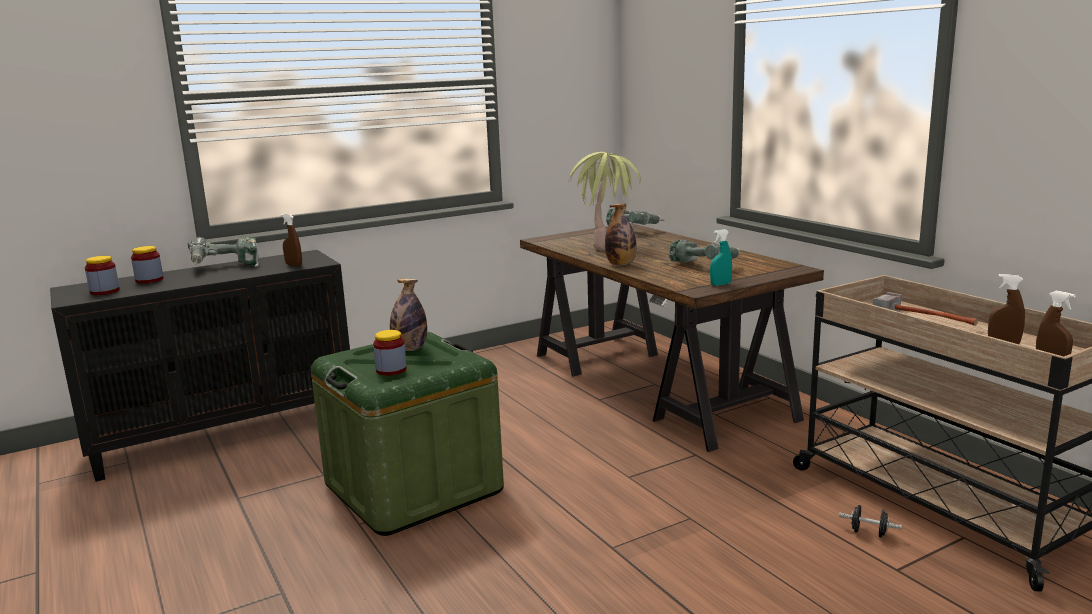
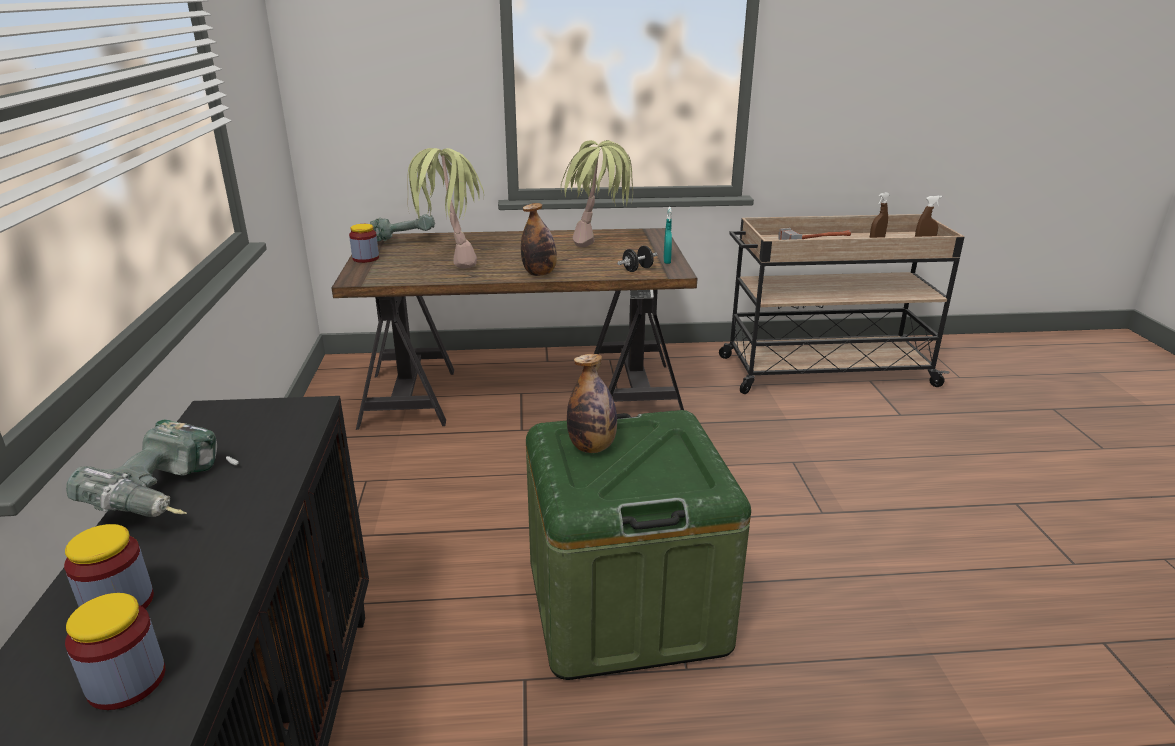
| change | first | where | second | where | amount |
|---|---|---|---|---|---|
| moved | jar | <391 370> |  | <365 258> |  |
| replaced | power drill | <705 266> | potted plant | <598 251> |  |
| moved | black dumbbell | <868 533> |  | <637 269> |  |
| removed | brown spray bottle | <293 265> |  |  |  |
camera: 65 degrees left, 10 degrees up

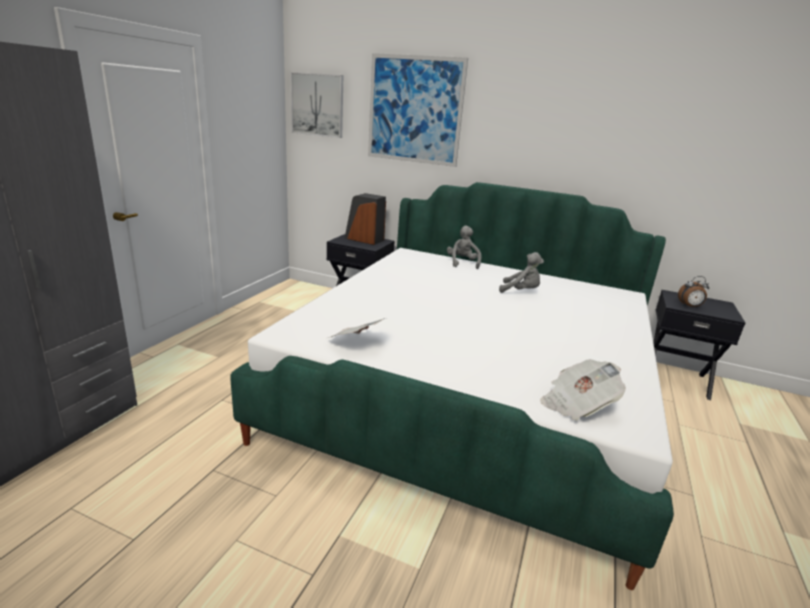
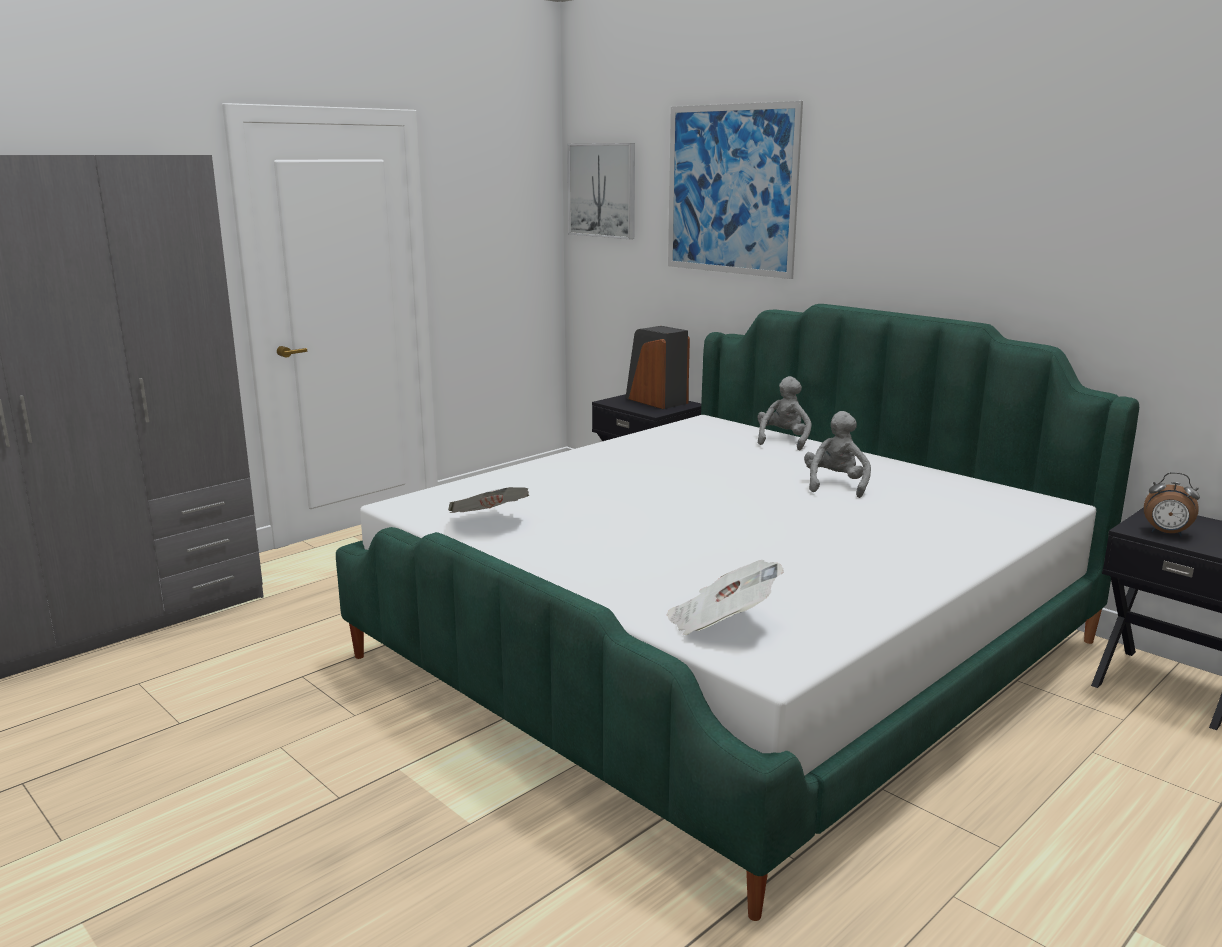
| change | first | where | second | where | amount |
|---|---|---|---|---|---|
| turned | grey plush toy | <521 291> |  | <835 485> | 120 degrees counterclockwise |
camera: 25 degrees right, 5 degrees down

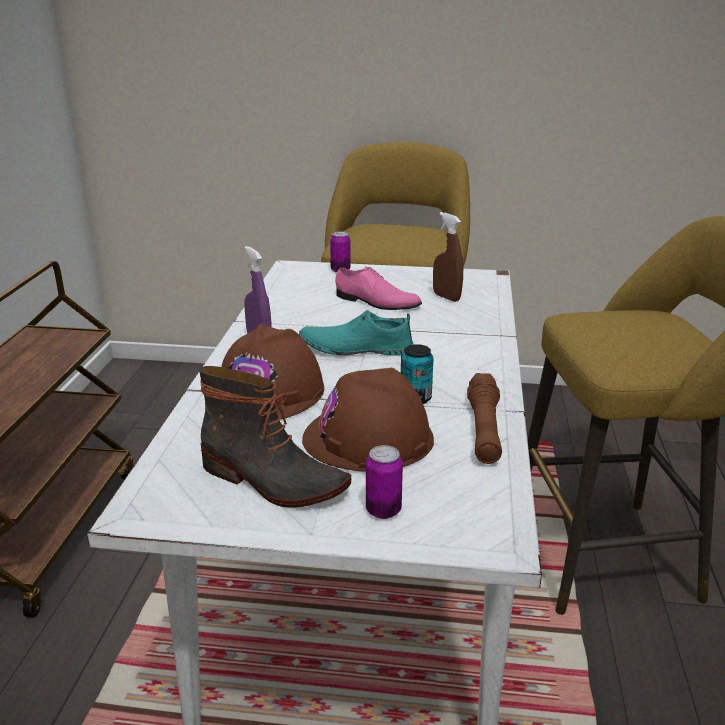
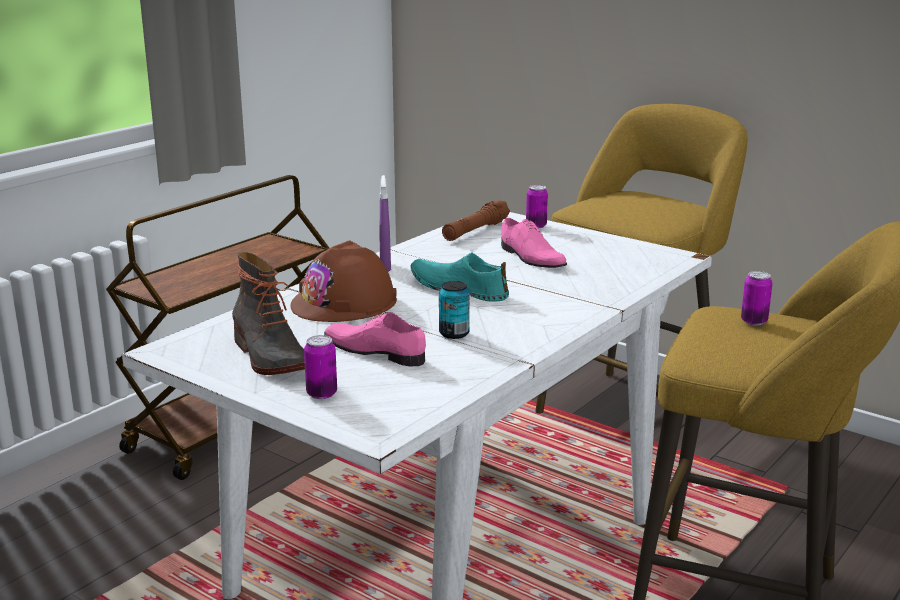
| change | first | where | second | where | amount |
|---|---|---|---|---|---|
| replaced | brown hard hat | <368 438> | pink shoe | <375 350> |  |
| moved | brown flashlight | <484 429> |  | <475 231> |  |
| added |  |  | can | <754 321> |  |
| removed | brown spray bottle | <446 297> |  |  |  |
camera: 30 degrees right, 5 degrees down

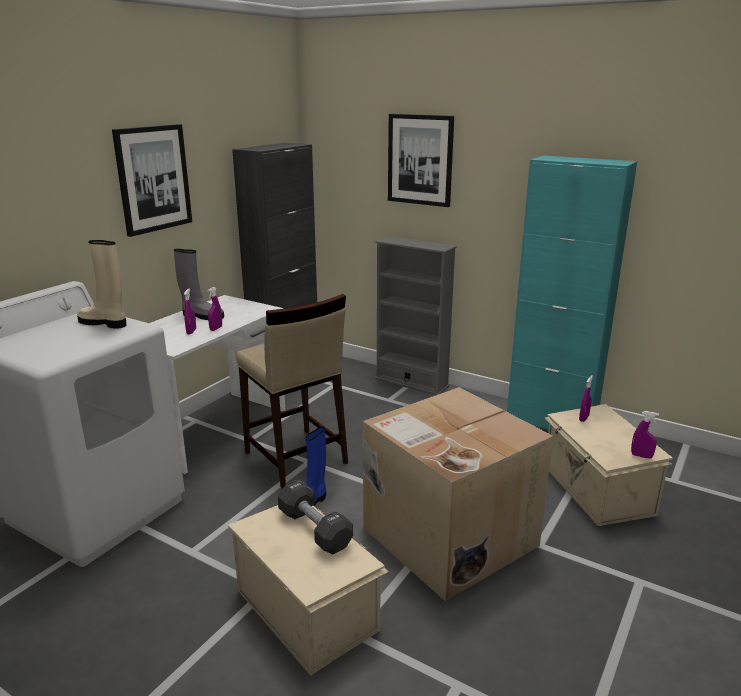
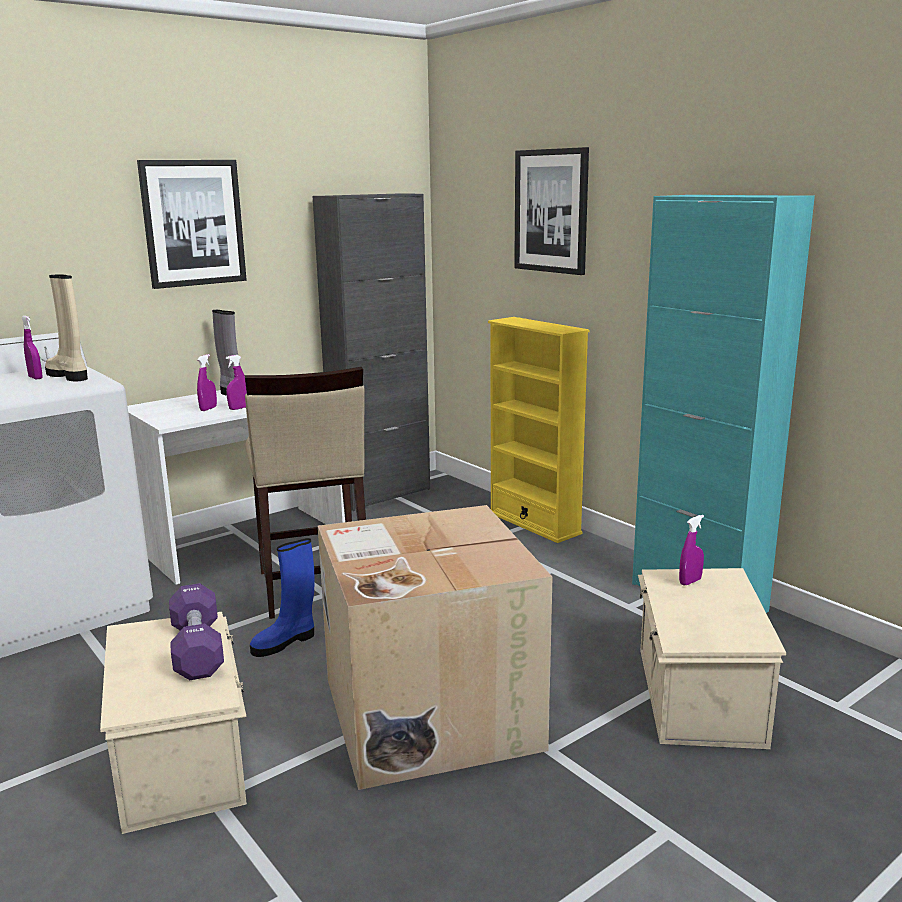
| change | first | where | second | where | amount |
|---|---|---|---|---|---|
| moved | purple spray bottle | <641 456> |  | <35 378> |  |
| recoloured | black dumbbell | <314 529> | purple dumbbell | <197 649> |  |
| recoloured | grey bookcase | <411 382> | yellow bookcase | <534 523> |  |
camera: 20 degrees right, 5 degrees down

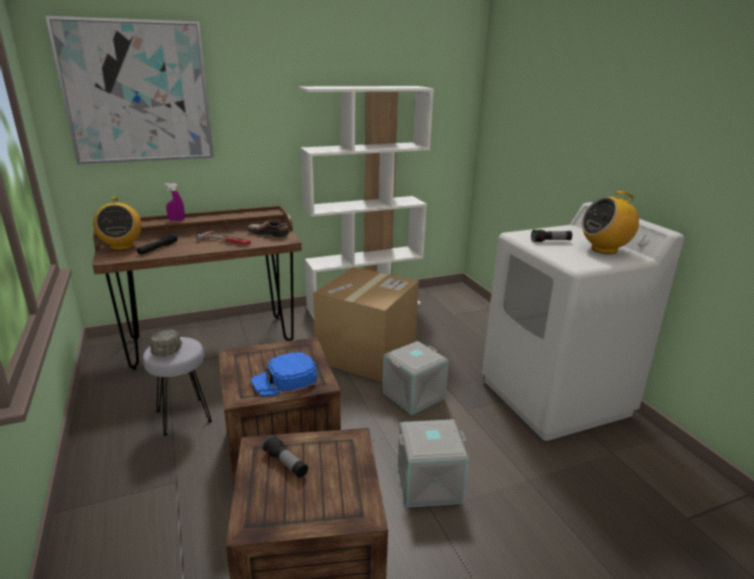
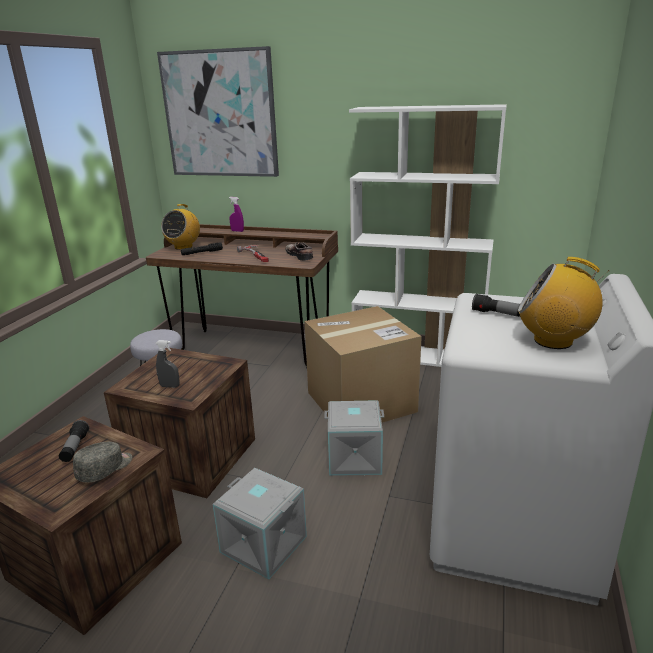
| change | first | where | second | where | amount |
|---|---|---|---|---|---|
| moved | grey cap | <168 349> |  | <105 469> |  |
| replaced | blue cap | <284 380> | grey spray bottle | <170 386> |  |
camera: 40 degrees right, 0 degrees up

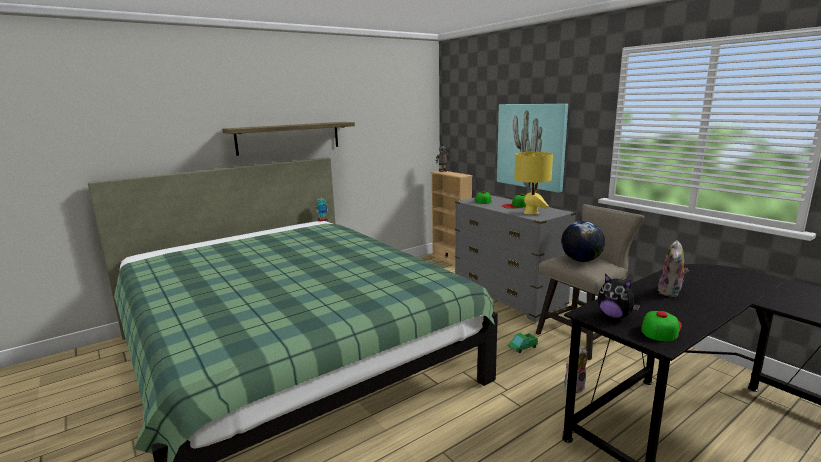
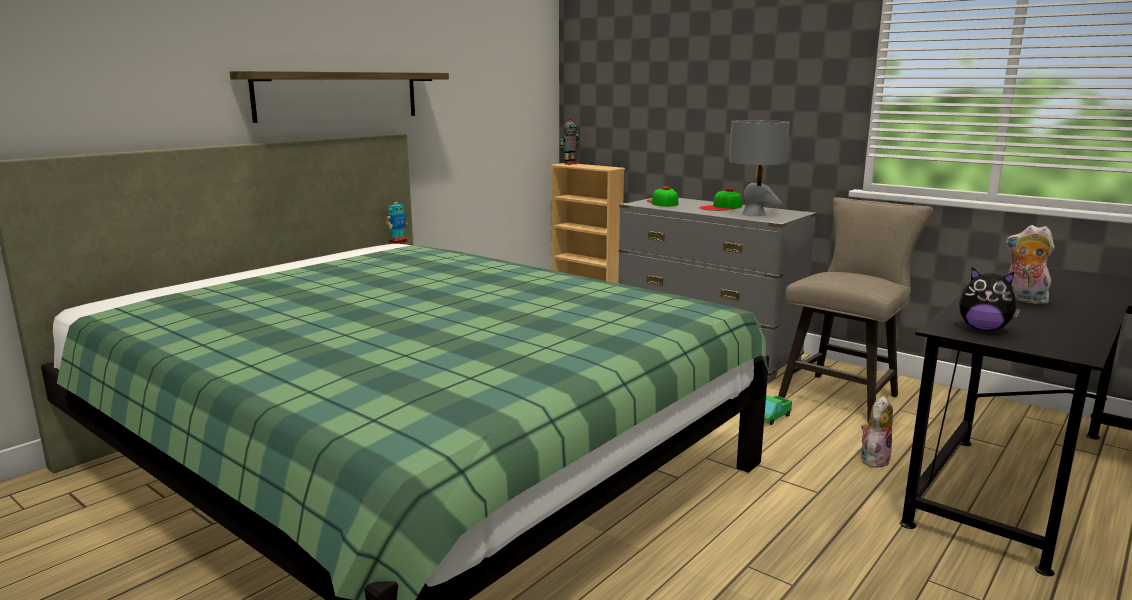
| change | first | where | second | where | amount |
|---|---|---|---|---|---|
| recoloured | yellow table lamp | <531 212> | grey table lamp | <753 214> |  |
| turned | plush toy | <671 292> |  | <1023 300> | 120 degrees clockwise |
| removed | picture | <531 146> |  |  |  |
| removed | globe | <581 260> |  |  |  |
| removed | cap | <660 327> |  |  |  |
camera: 15 degrees left, 0 degrees up

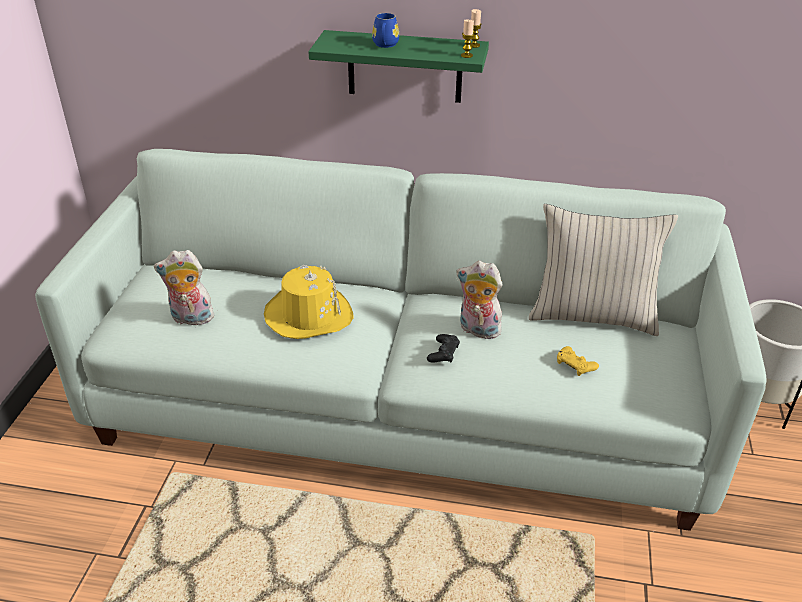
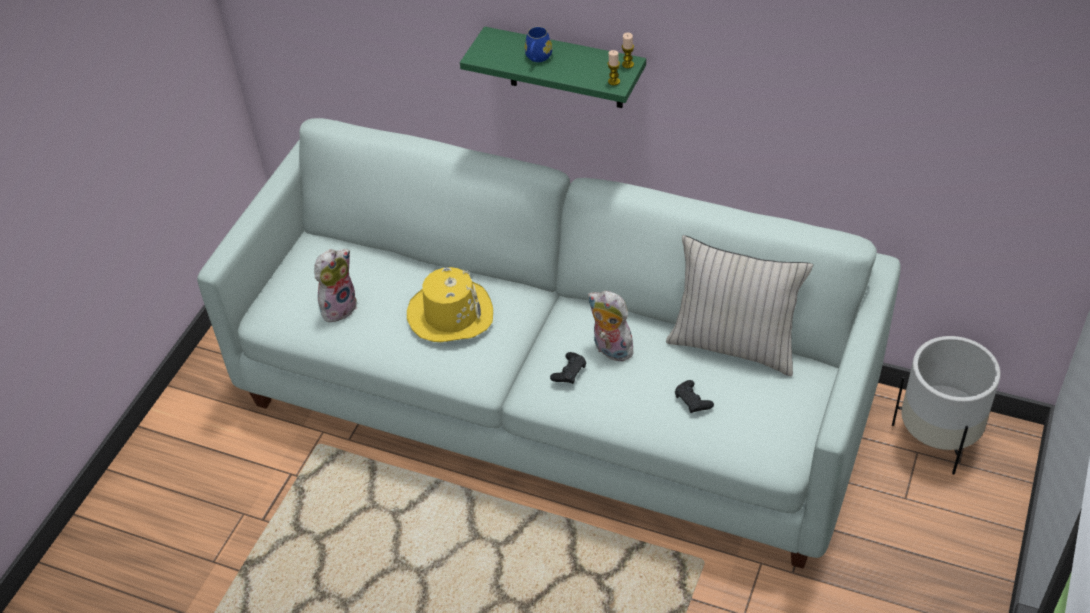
| change | first | where | second | where | amount |
|---|---|---|---|---|---|
| turned | plush toy | <190 319> |  | <338 306> | 120 degrees clockwise |
| recoloured | yellow game controller | <575 365> | black game controller | <692 400> |  |
camera: 15 degrees right, 10 degrees up

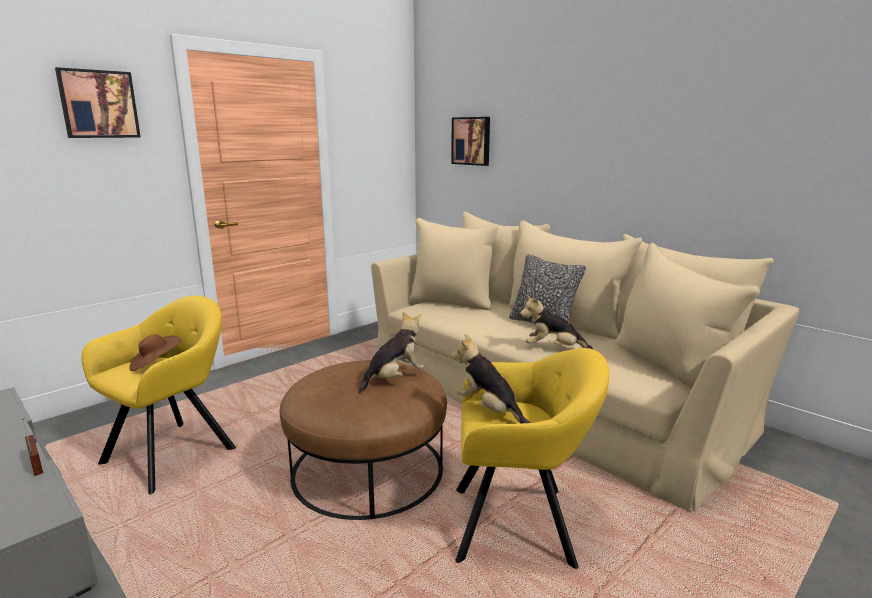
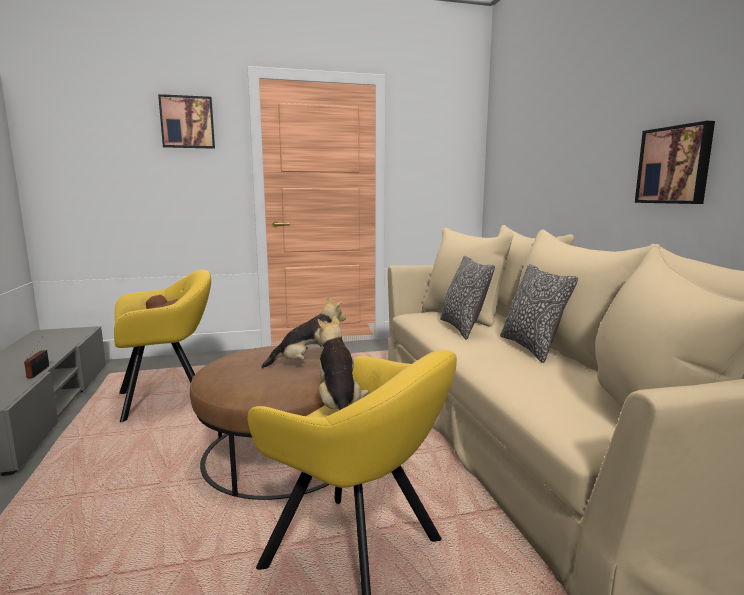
| change | first | where | second | where | amount |
|---|---|---|---|---|---|
| added |  |  | pillow | <463 328> |  |
| moved | picture | <471 141> |  | <675 165> |  |
| removed | plush toy | <553 348> |  |  |  |
camera: 30 degrees right, 5 degrees down

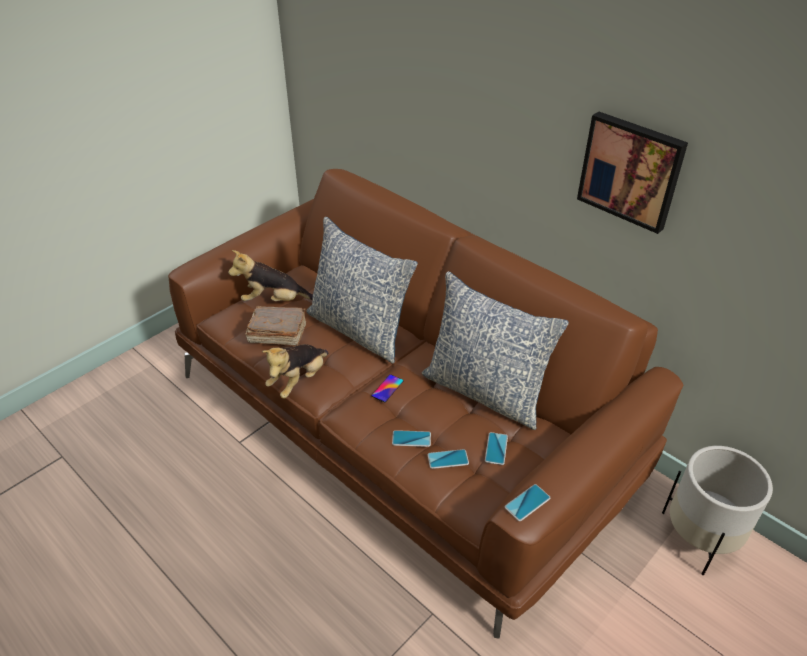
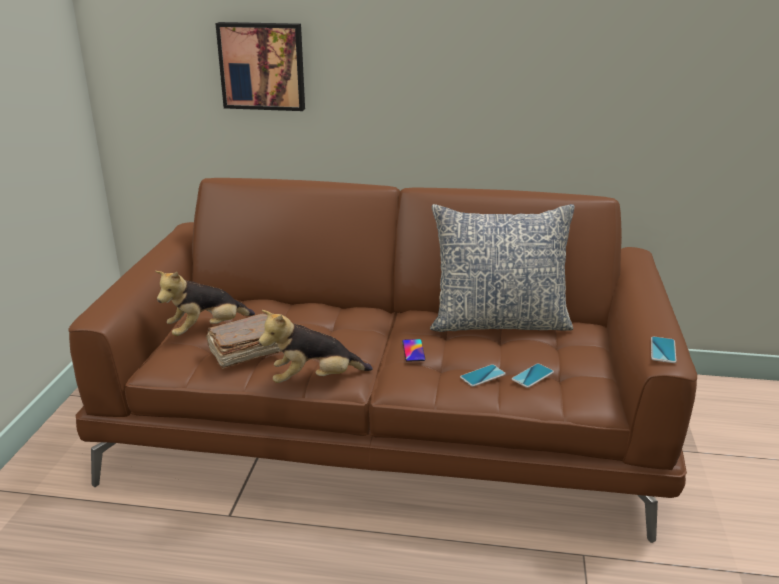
| change | first | where | second | where | amount |
|---|---|---|---|---|---|
| moved | picture | <631 170> |  | <262 66> |  |
| turned | plush toy | <299 381> |  | <314 380> | 75 degrees clockwise |
| removed | pillow | <360 329> |  |  |  |
| removed | phone | <496 449> |  |  |  |
| removed | white planter | <700 537> |  |  |  |
camera: 35 degrees left, 15 degrees down

